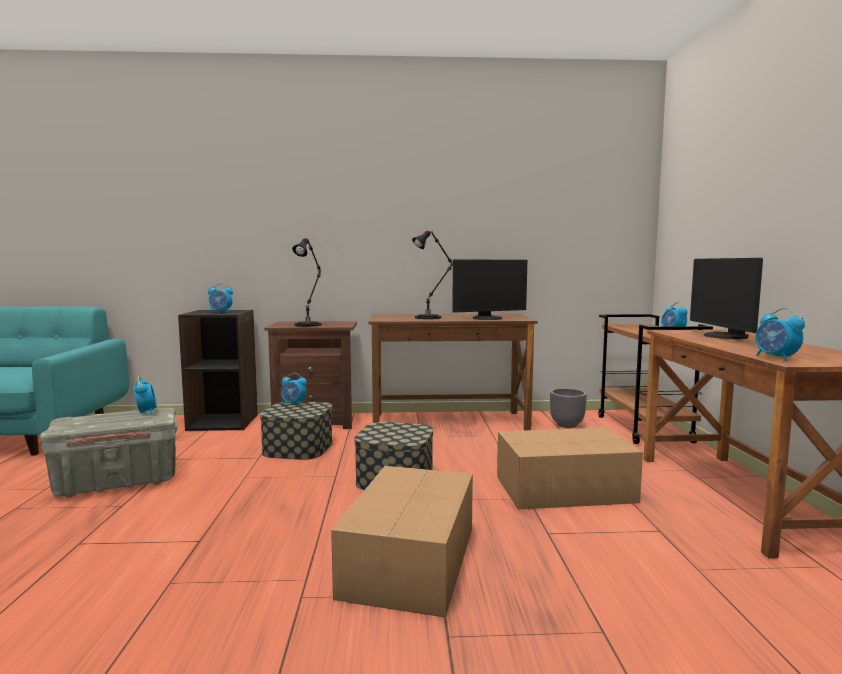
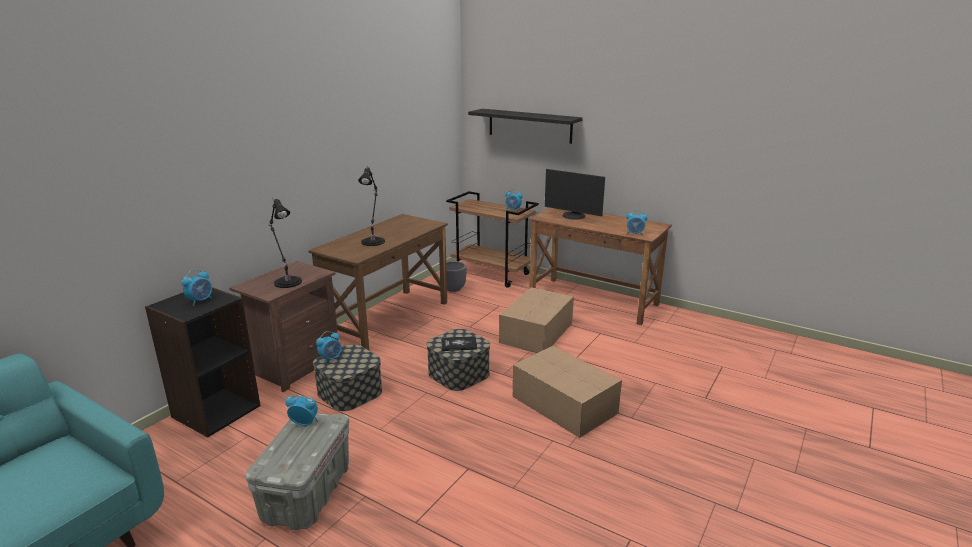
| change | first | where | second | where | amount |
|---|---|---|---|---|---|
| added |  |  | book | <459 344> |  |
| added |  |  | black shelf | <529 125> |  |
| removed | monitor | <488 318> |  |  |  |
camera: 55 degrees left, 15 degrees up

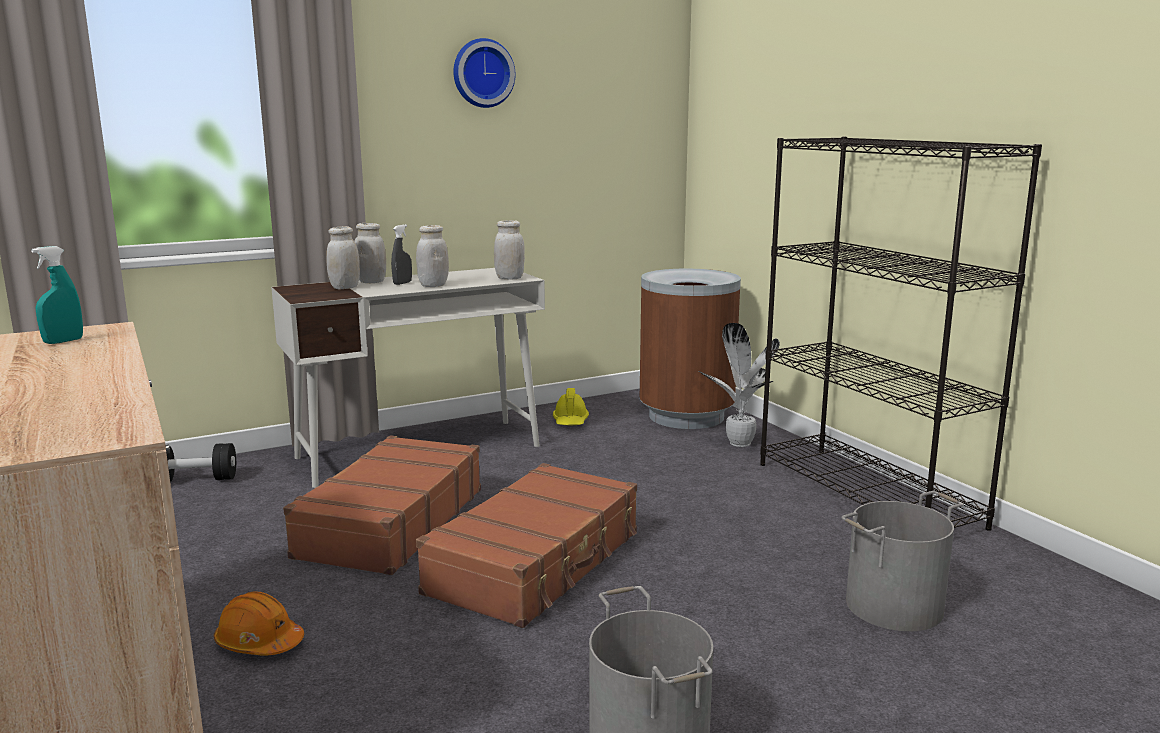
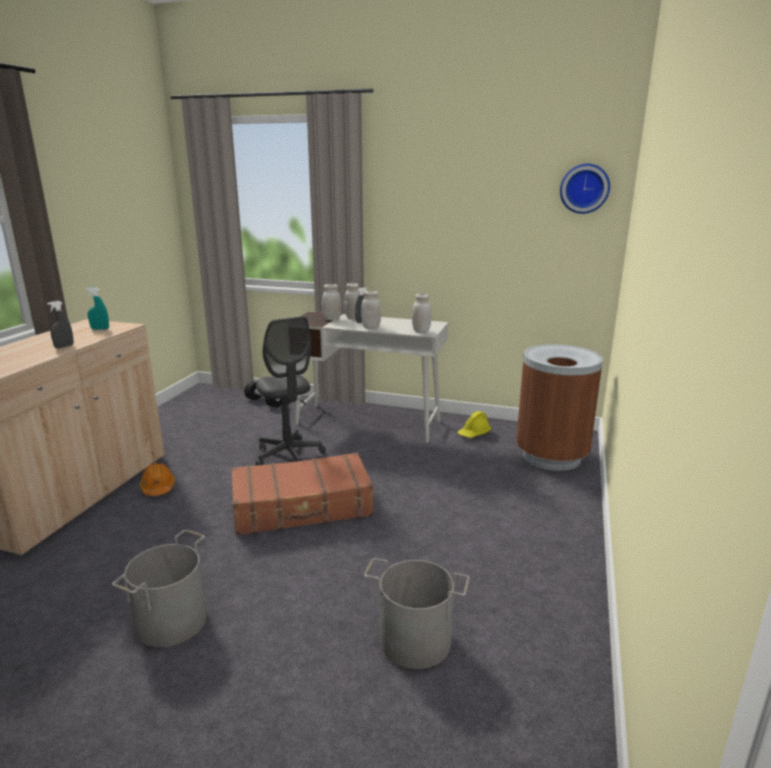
| change | first | where | second | where | amount |
|---|---|---|---|---|---|
| added |  |  | grey spray bottle | <64 346> |  |
| replaced | brown suitcase | <390 523> | grey office chair | <289 456> |  |
| moved | wall clock | <482 73> |  | <584 188> |  |
| removed | potted plant | <739 444> |  |  |  |
| removed | black bookcase | <868 495> |  |  |  |
camera: 45 degrees right, 5 degrees up

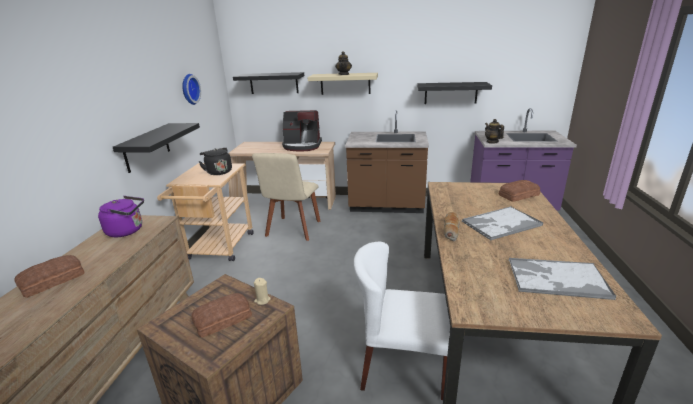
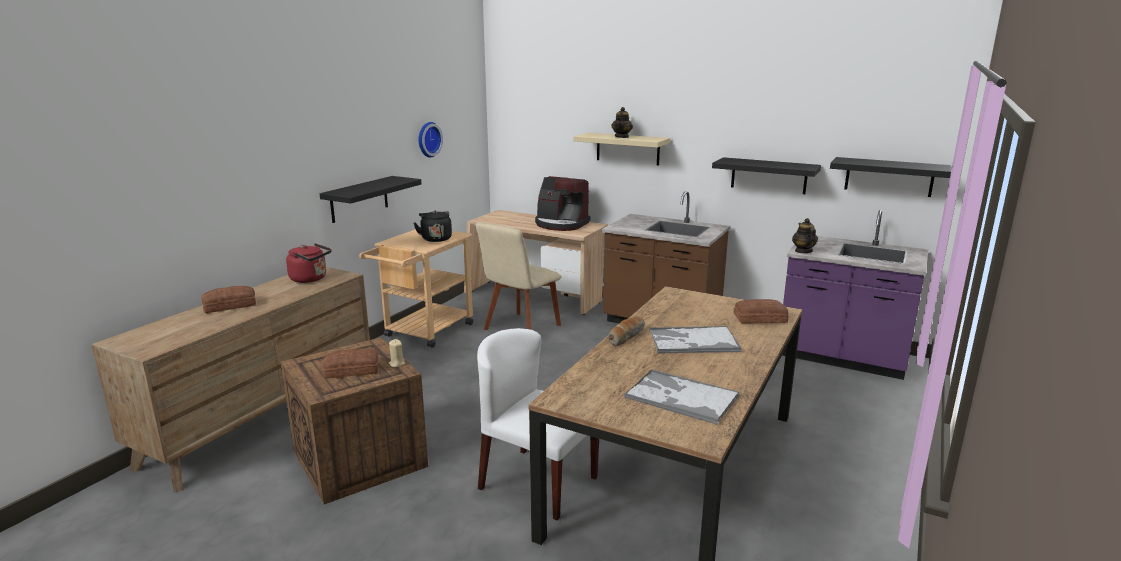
| change | first | where | second | where | amount |
|---|---|---|---|---|---|
| recoloured | purple kettle | <128 231> | red kettle | <311 279> |  |
| moved | black shelf | <274 83> |  | <889 177> |  |
camera: 20 degrees right, 5 degrees down

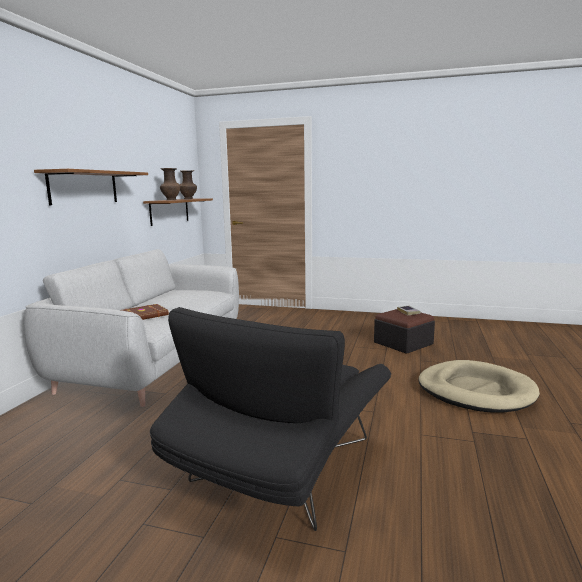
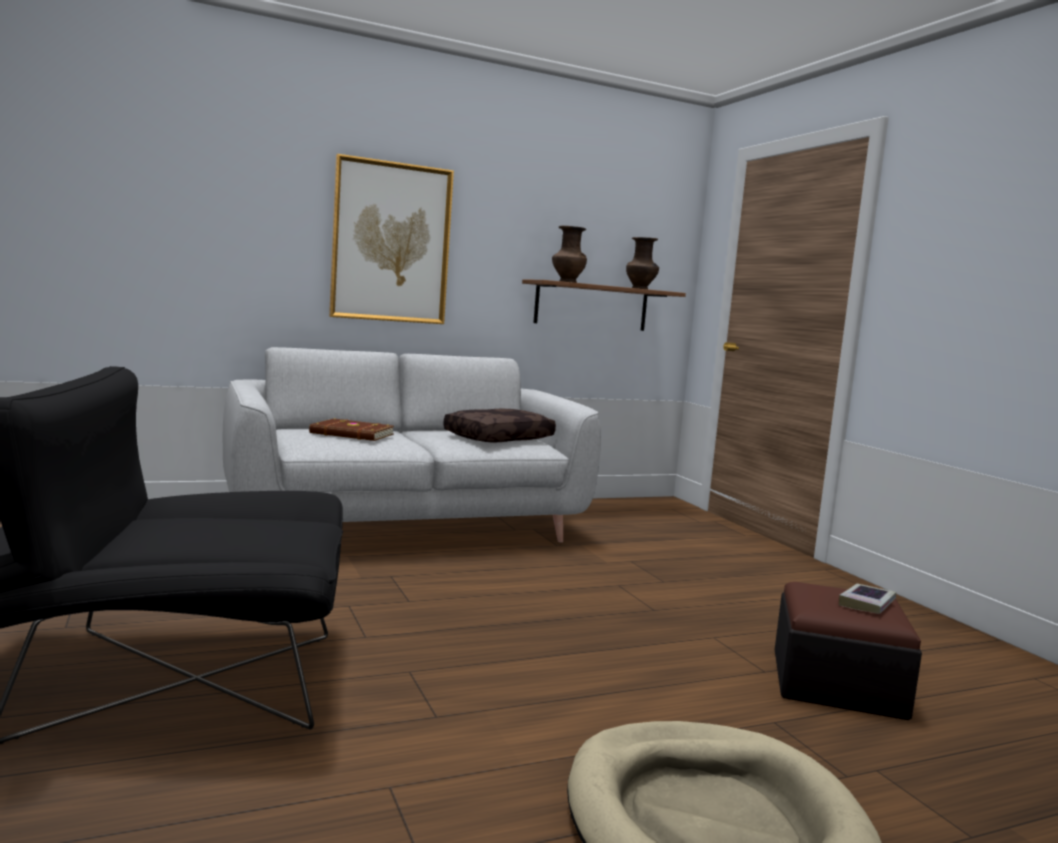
| change | first | where | second | where | amount |
|---|---|---|---|---|---|
| replaced | brown shelf | <84 187> | picture | <391 242> |  |
| added |  |  | brown pillow | <498 437> |  |
camera: 50 degrees right, 5 degrees down

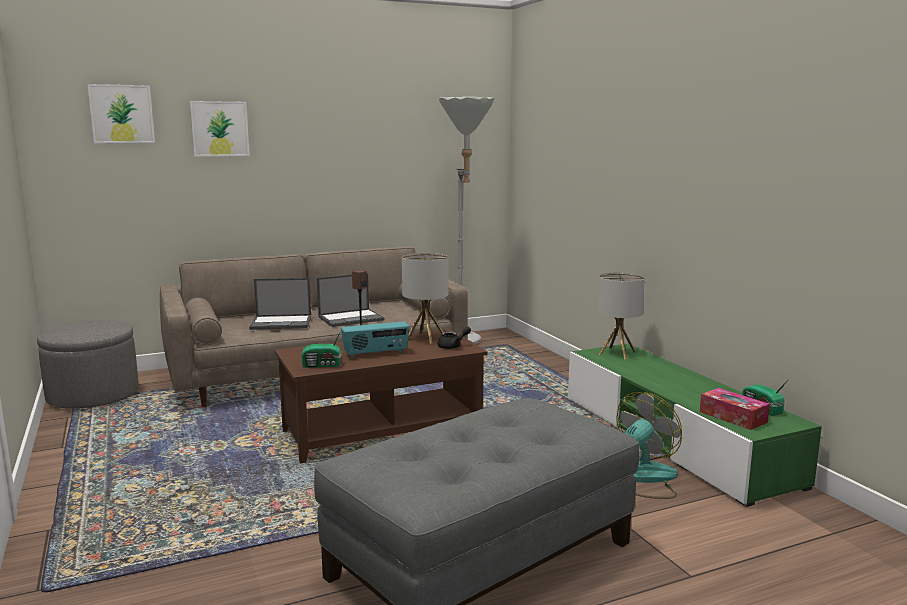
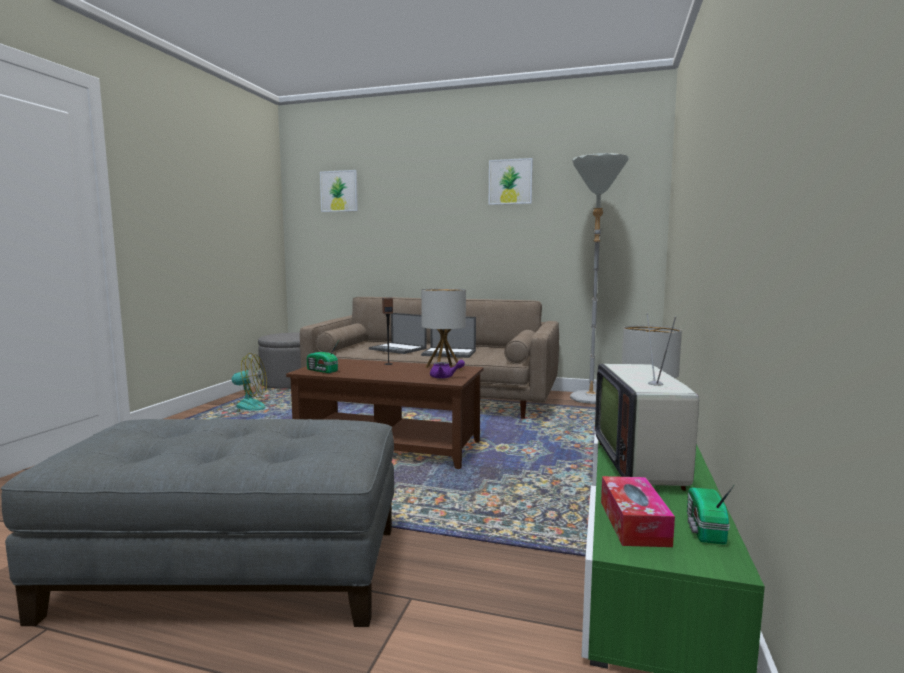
| change | first | where | second | where | amount |
|---|---|---|---|---|---|
| moved | fan | <643 478> |  | <243 407> |  |
| recoloured | black teapot | <453 346> | purple teapot | <445 377> |  |
| moved | picture | <220 129> |  | <510 182> |  |
| added |  |  | television | <644 464> |  |
| removed | radio | <376 354> |  |  |  |
camera: 40 degrees right, 5 degrees down

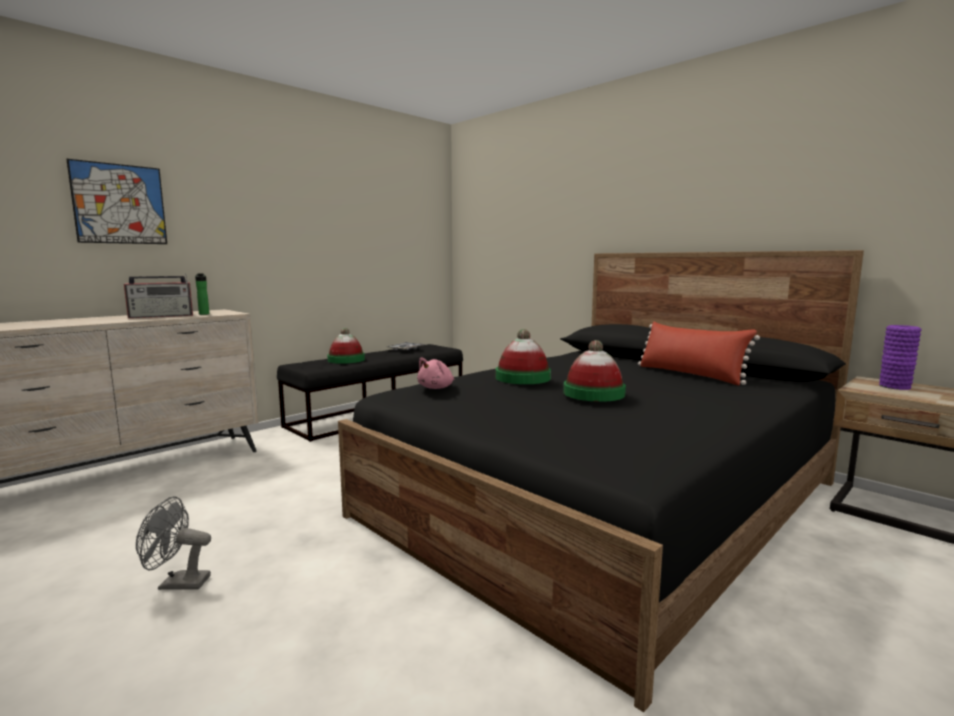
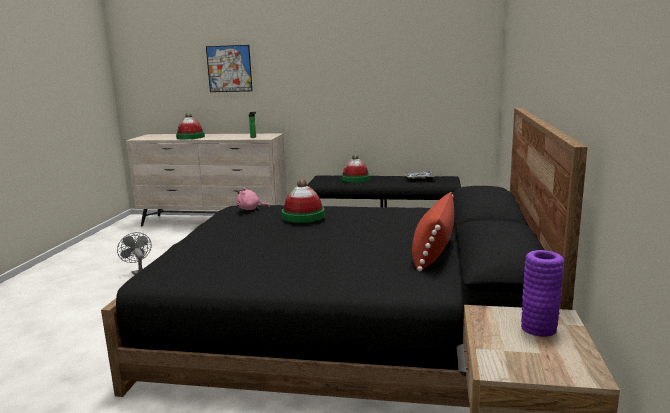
| change | first | where | second | where | amount |
|---|---|---|---|---|---|
| moved | hat | <593 393> |  | <190 137> |  |
| removed | radio | <162 316> |  |  |  |
camera: 55 degrees right, 5 degrees up

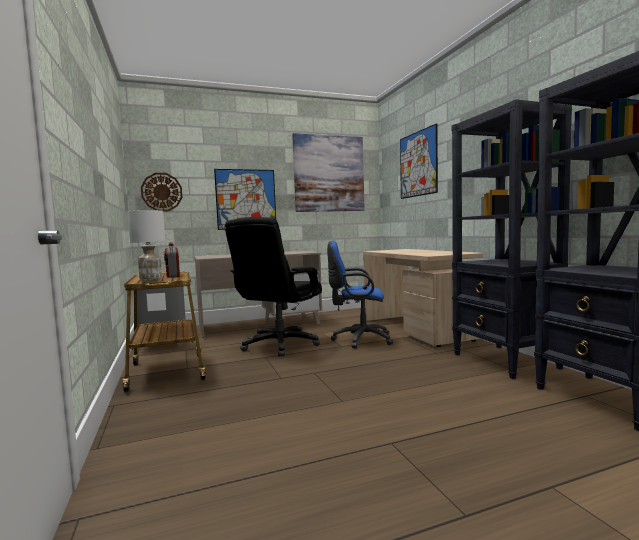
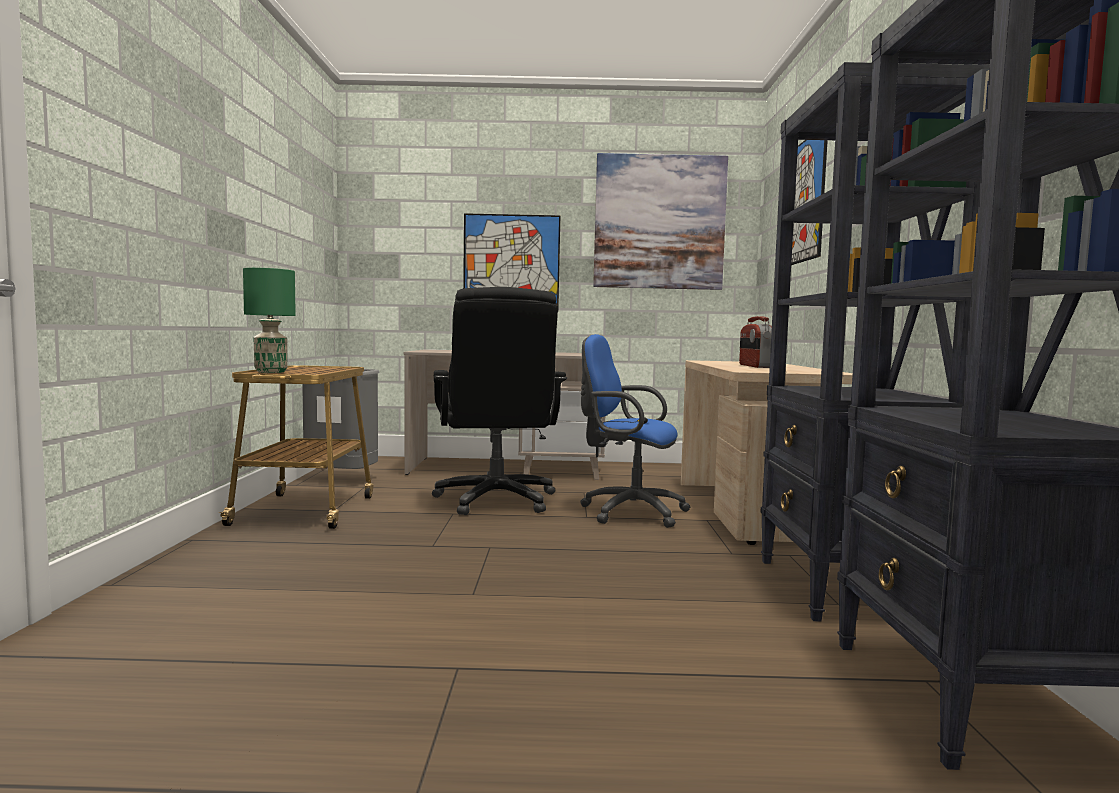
| change | first | where | second | where | amount |
|---|---|---|---|---|---|
| recoloured | white table lamp | <150 281> | green table lamp | <270 372> |  |
| turned | black office chair | <280 345> |  | <496 500> | 60 degrees counterclockwise |
| moved | radio | <172 275> |  | <754 366> |  |
| removed | wall clock | <162 192> |  |  |  |
camera: 20 degrees right, 0 degrees up

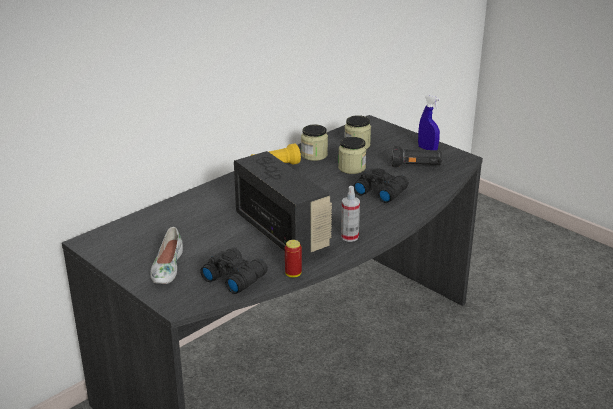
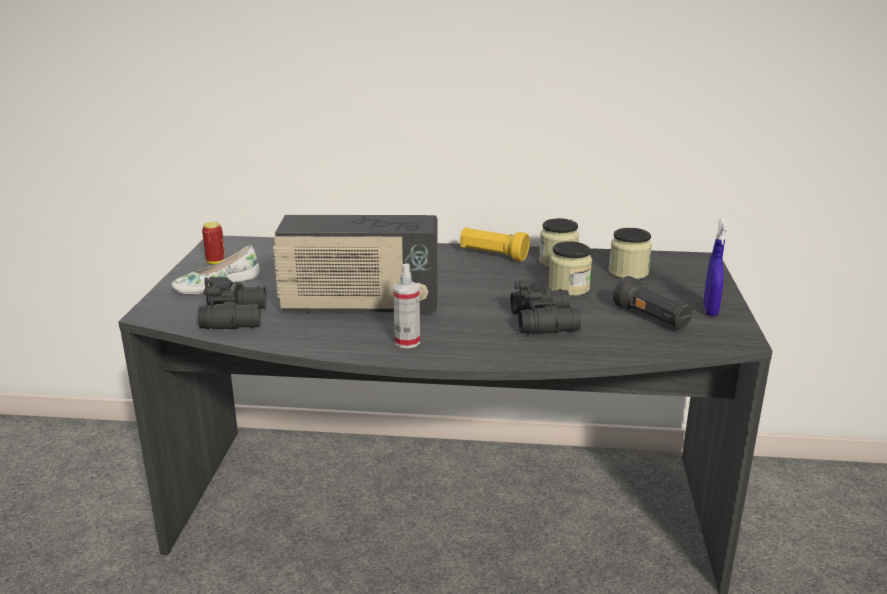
| change | first | where | second | where | amount |
|---|---|---|---|---|---|
| moved | can | <293 274> |  | <216 262> |  |
| turned | radio | <282 232> |  | <360 306> | 75 degrees clockwise |
camera: 50 degrees right, 5 degrees down

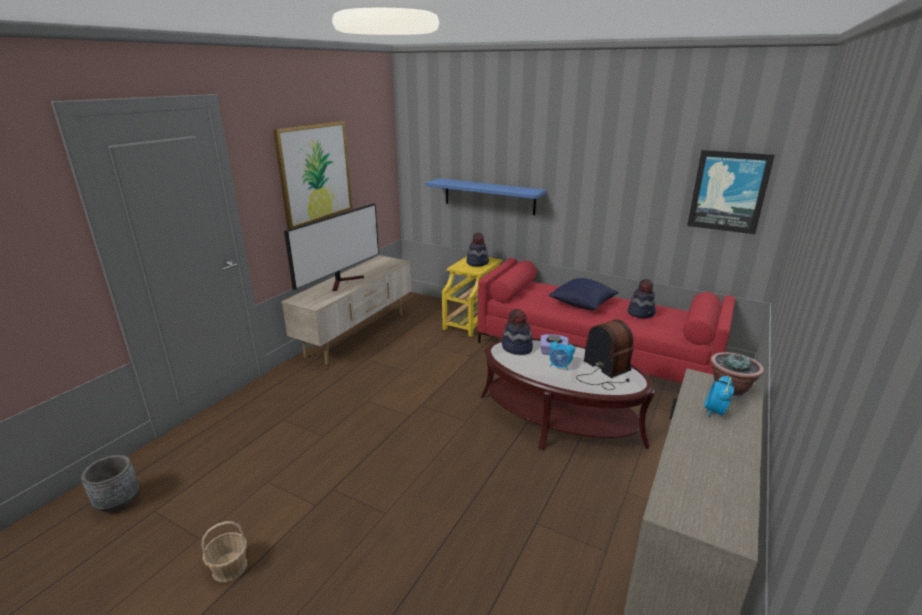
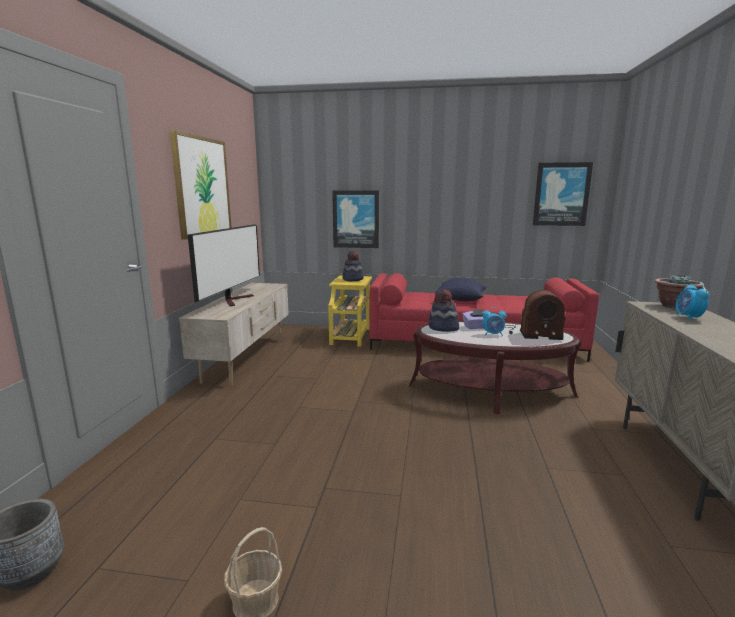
| change | first | where | second | where | amount |
|---|---|---|---|---|---|
| replaced | blue shelf | <489 196> | picture | <356 219> |  |
| turned | radio | <604 372> |  | <531 333> | 150 degrees clockwise |
| removed | hat | <641 313> |  |  |  |
camera: 20 degrees left, 10 degrees down

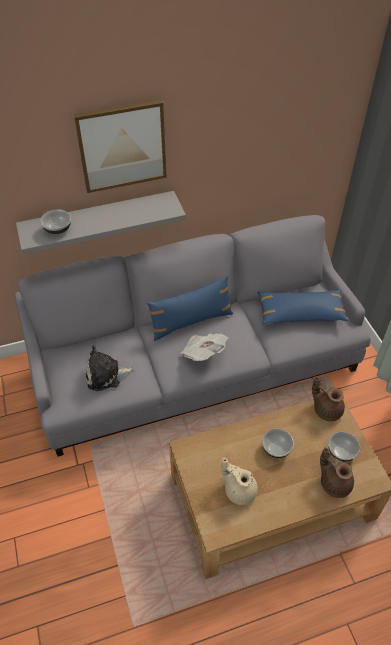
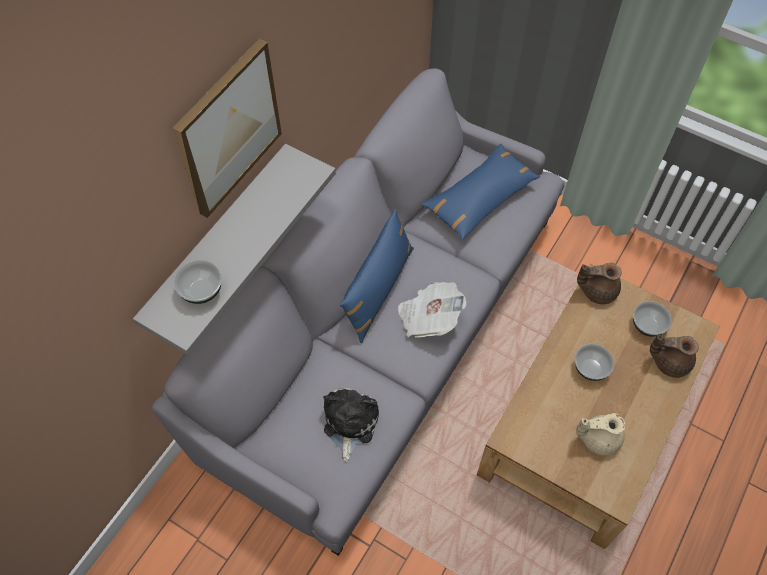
| change | first | where | second | where | amount |
|---|---|---|---|---|---|
| turned | plush toy | <106 375> |  | <349 423> | 150 degrees clockwise |
camera: 40 degrees left, 10 degrees up

